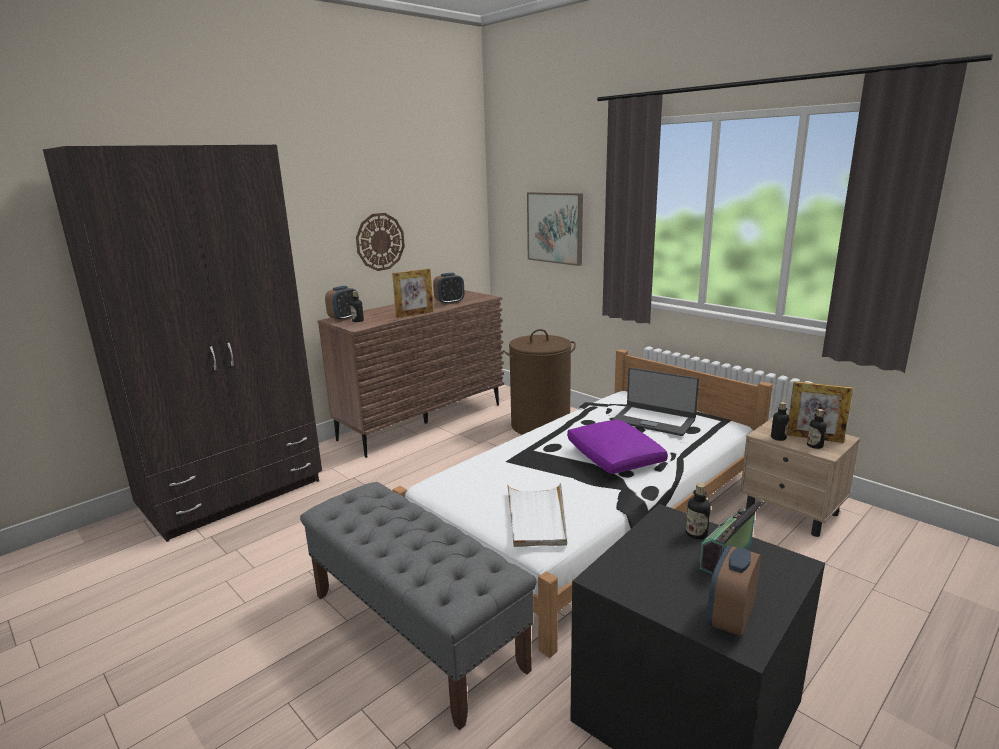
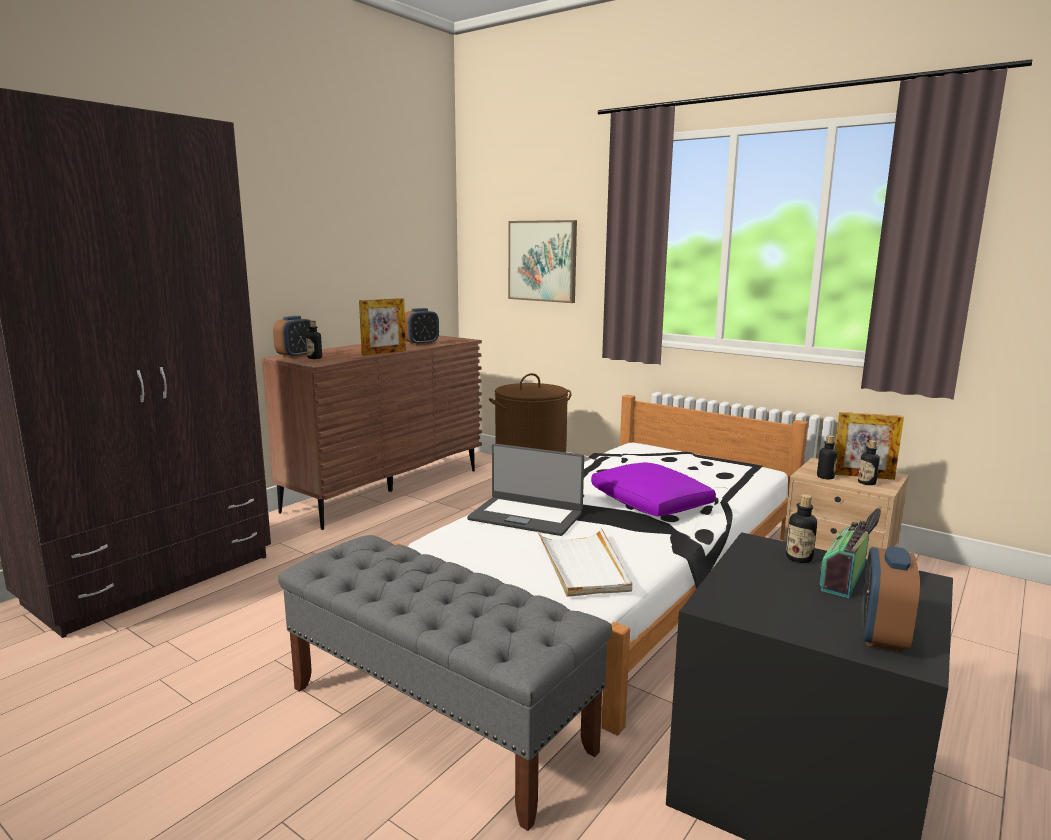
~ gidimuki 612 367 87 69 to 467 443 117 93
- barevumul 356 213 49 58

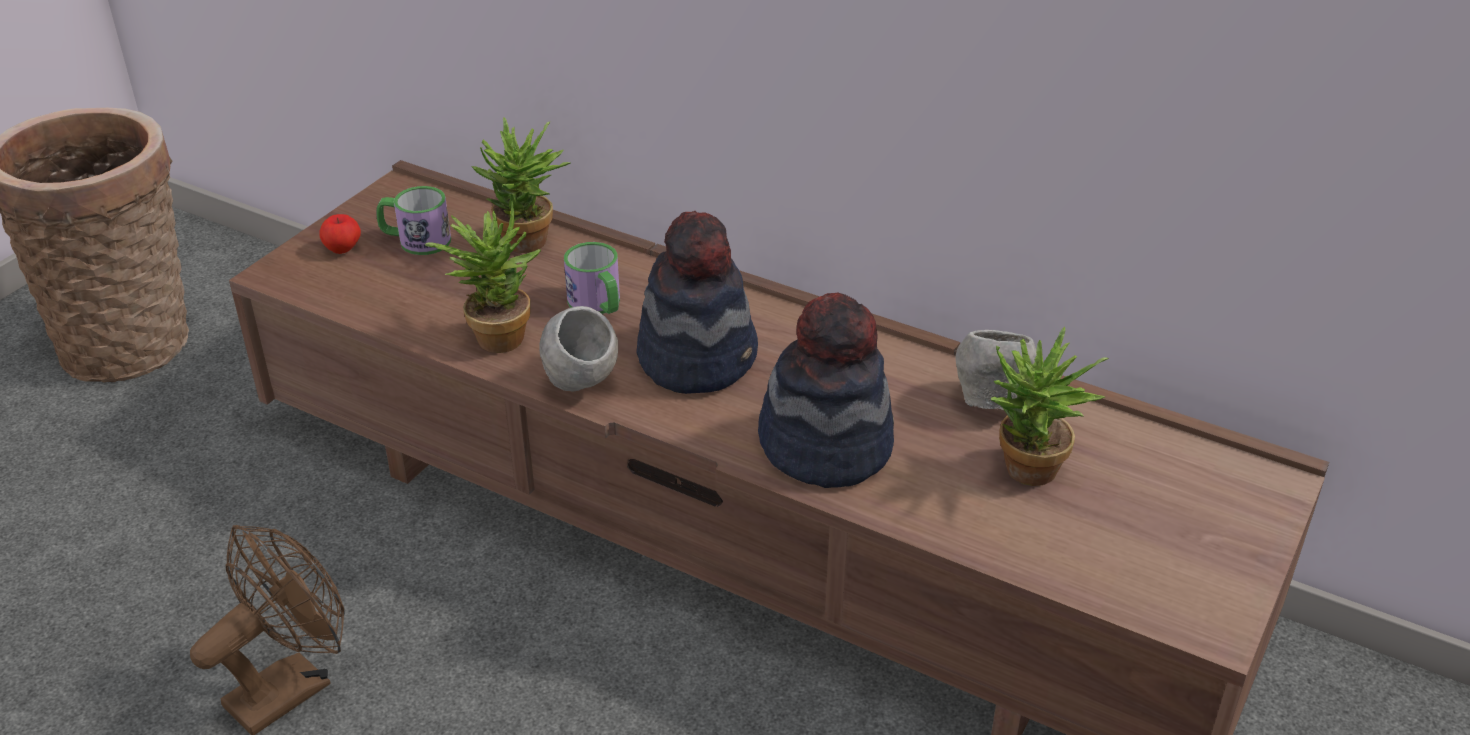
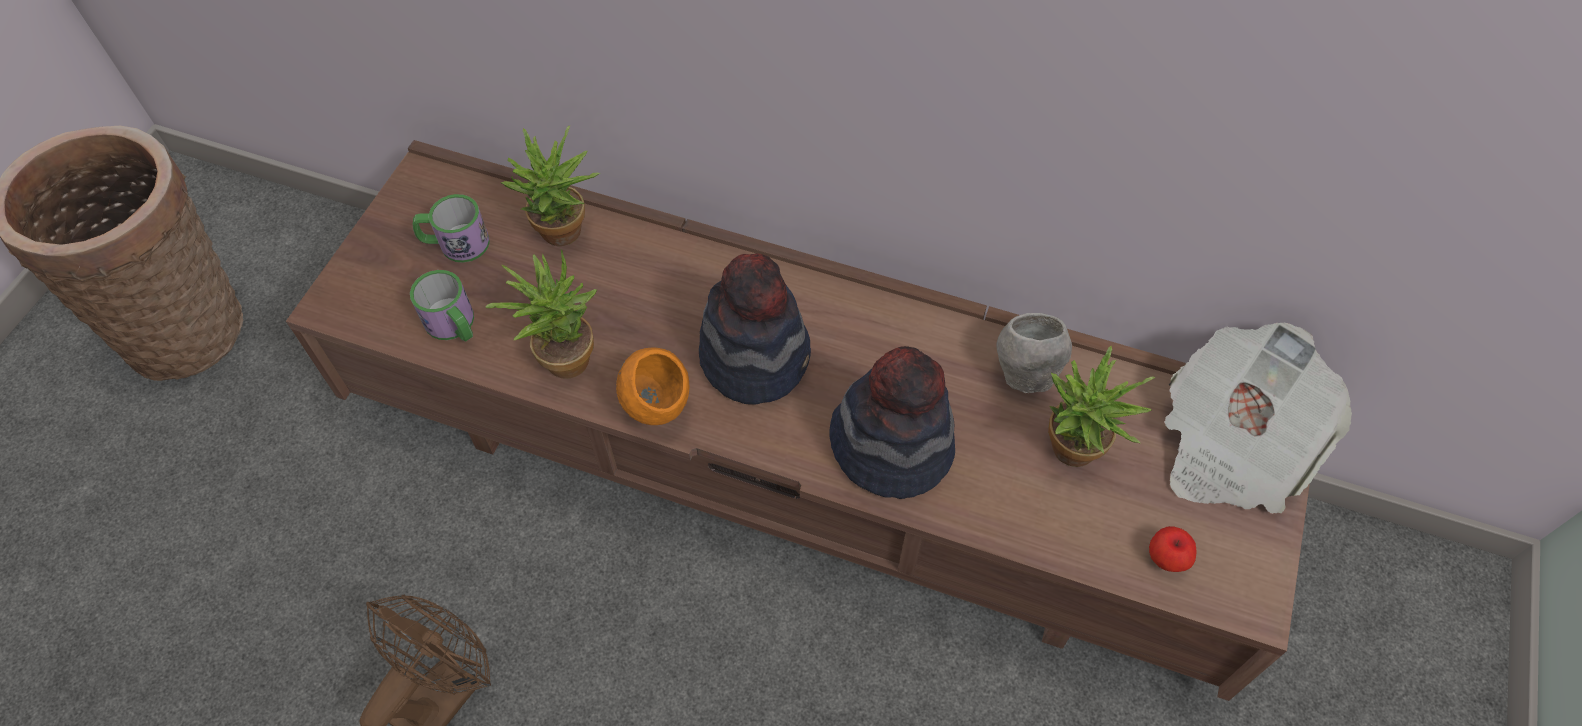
~ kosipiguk 564 242 56 72 to 410 270 64 71
~ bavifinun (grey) 539 306 79 86 to bavifinun (orange) 616 348 73 77
~ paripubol 319 214 42 40 to 1149 526 48 46
+ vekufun 1164 323 188 191

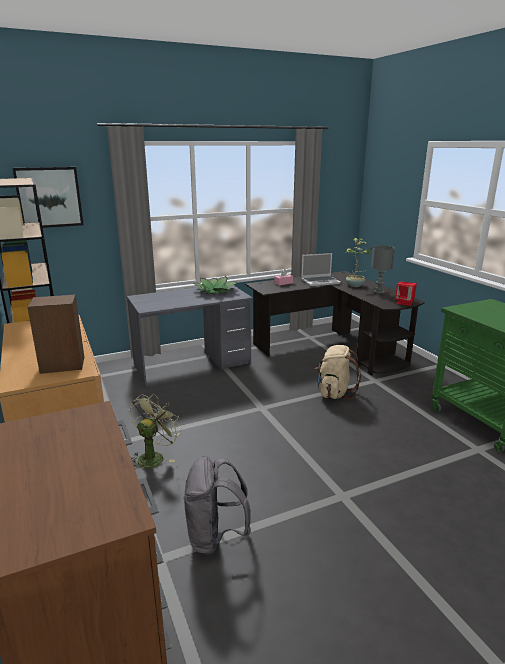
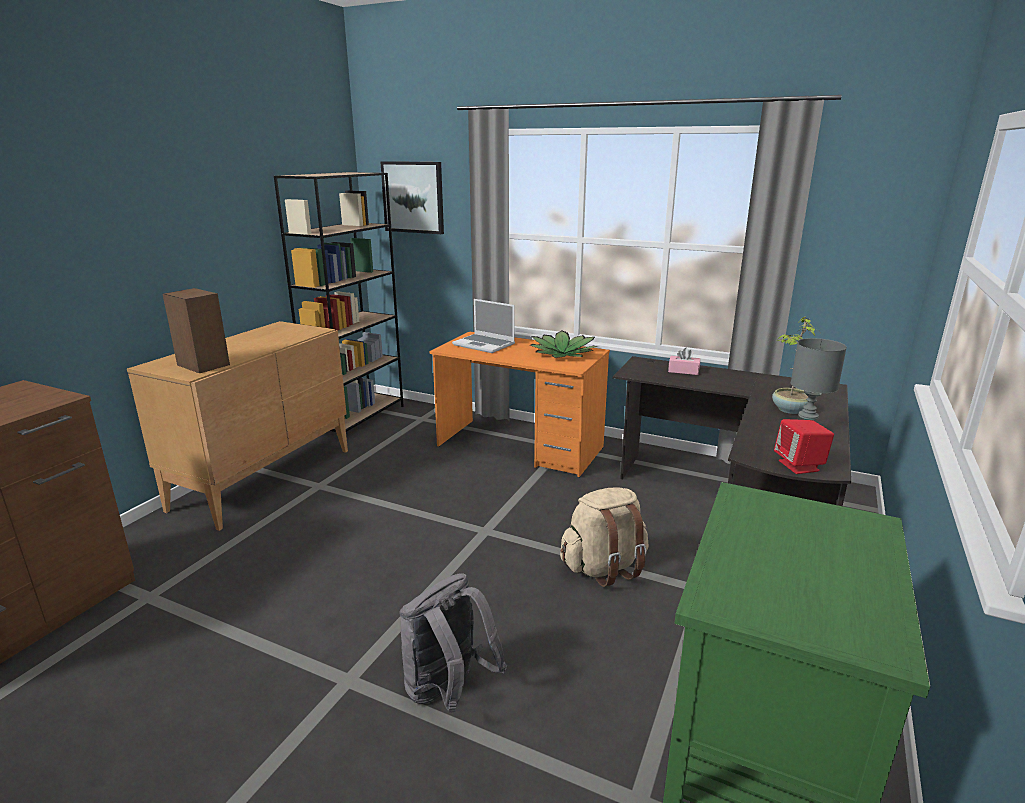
~ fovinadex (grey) 184 456 67 99 to 399 574 108 138
~ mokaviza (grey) 127 284 126 101 to mokaviza (orange) 429 331 181 146
~ gidimuki 301 253 40 33 to 452 299 63 54
- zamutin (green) 129 394 53 75

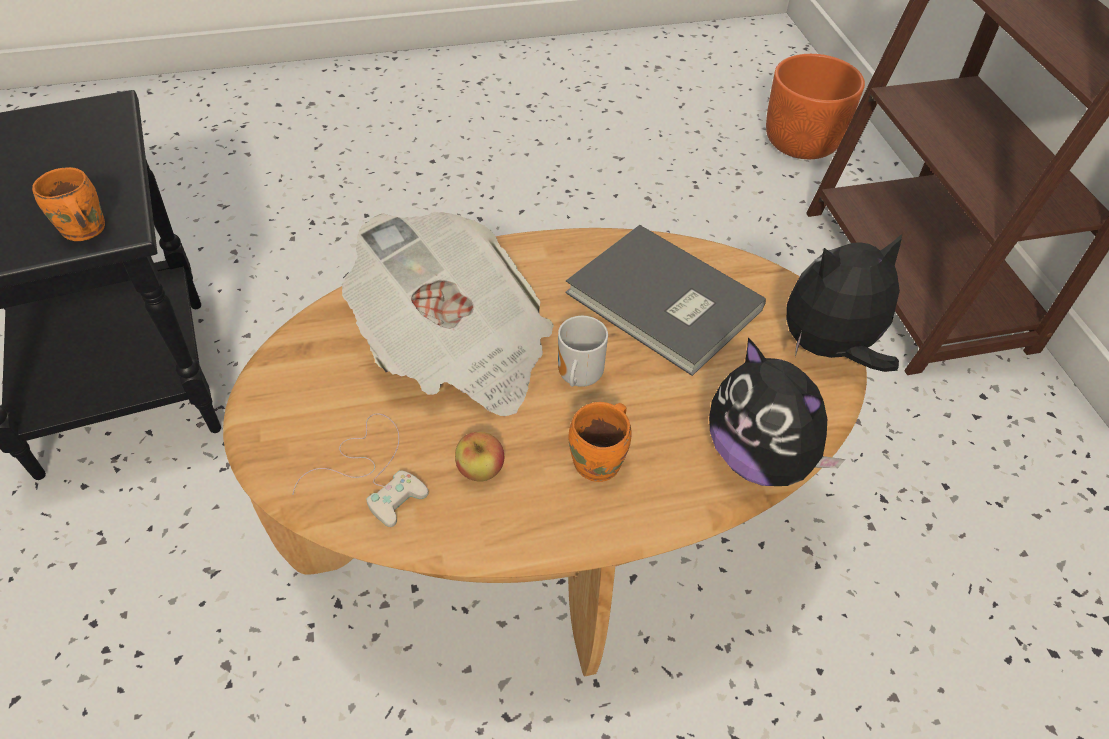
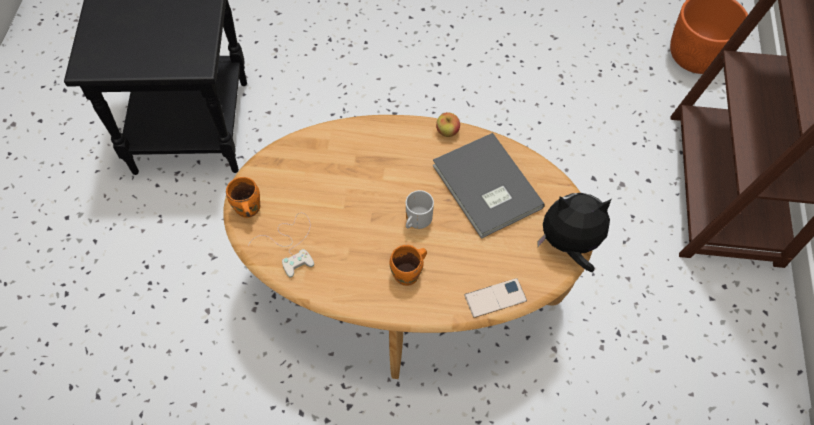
~ kosipiguk (orange) 32 167 73 74 to 226 177 34 41
~ paripubol 455 432 49 50 to 436 112 24 25
~ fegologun 709 337 137 149 to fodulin 464 278 63 40
- vekufun 342 212 212 204

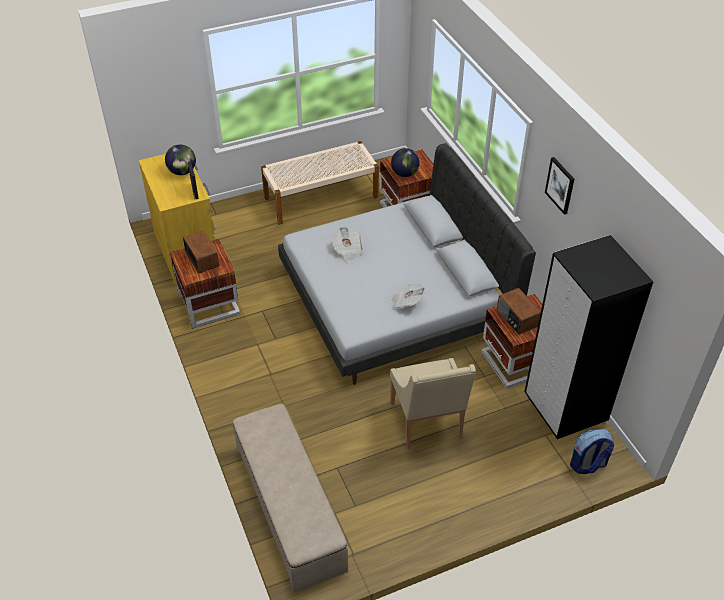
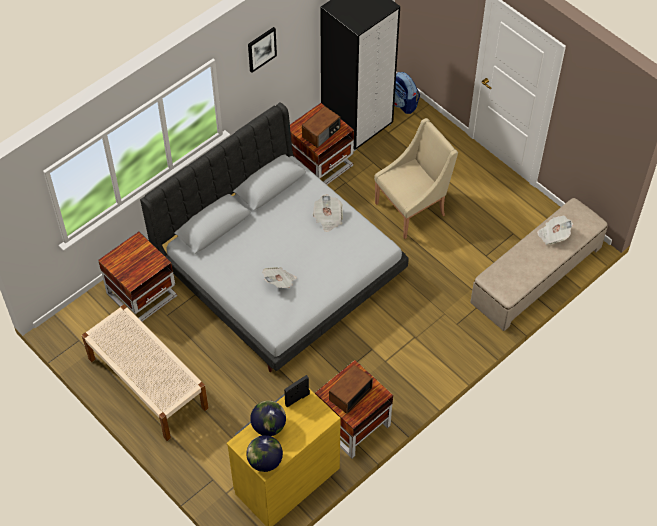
~ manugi 391 148 29 29 to 246 435 37 37
+ vekufun 537 216 36 29

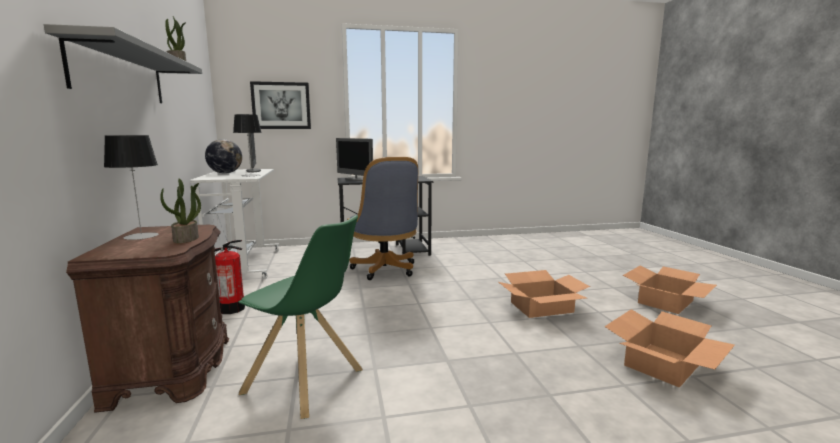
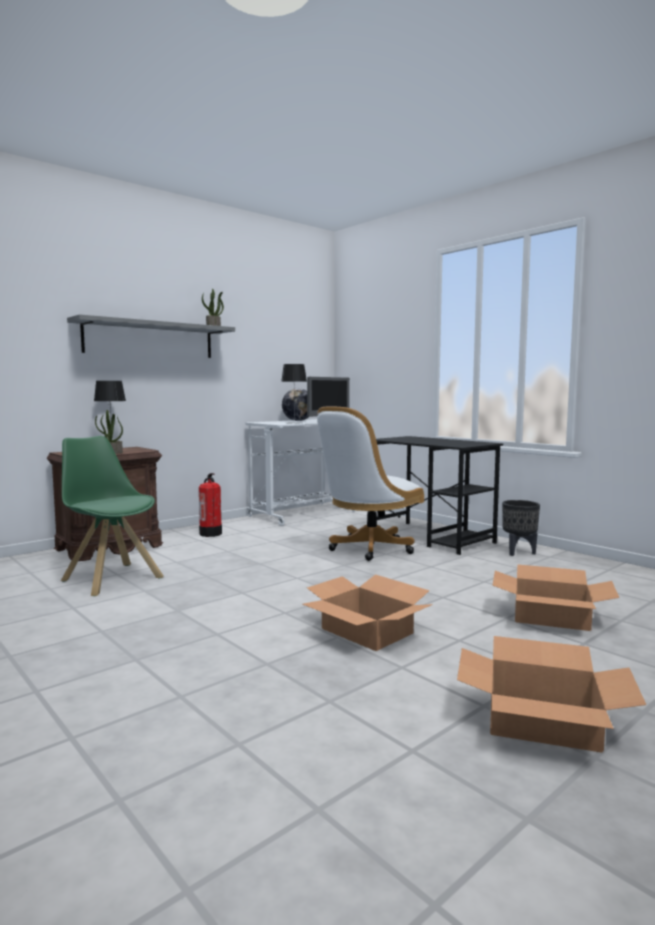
~ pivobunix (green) 239 215 124 204 = 61 436 102 160 135 degrees clockwise
~ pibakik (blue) 347 157 71 123 to pibakik (white) 317 406 107 155
~ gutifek 604 309 131 79 to 492 564 128 67
+ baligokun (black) 502 500 38 56
- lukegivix 250 81 61 48
- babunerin 336 138 37 43

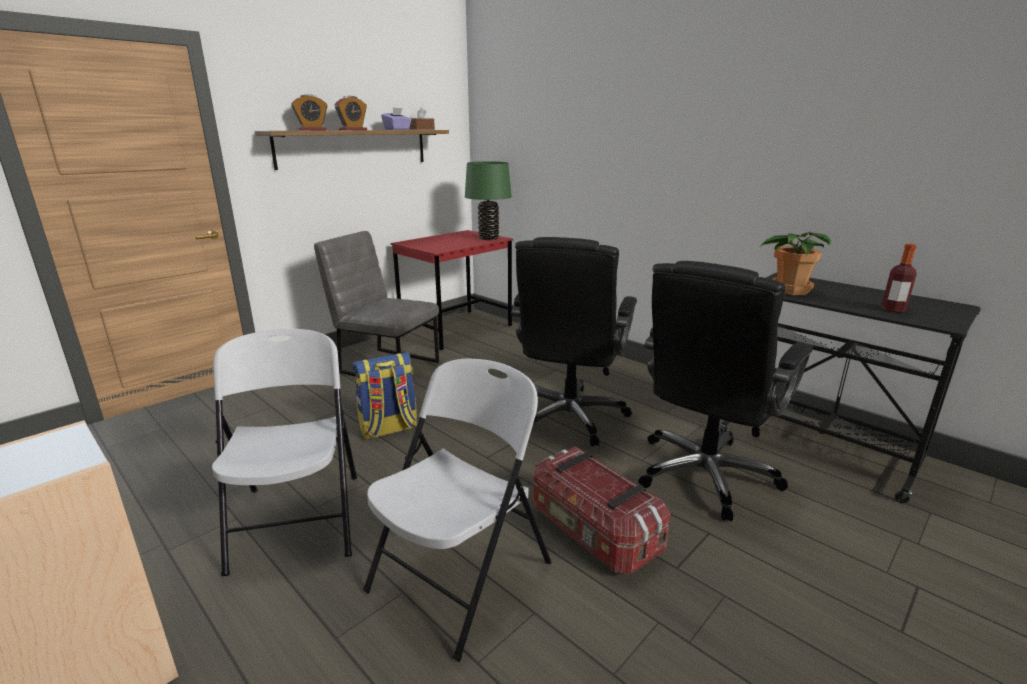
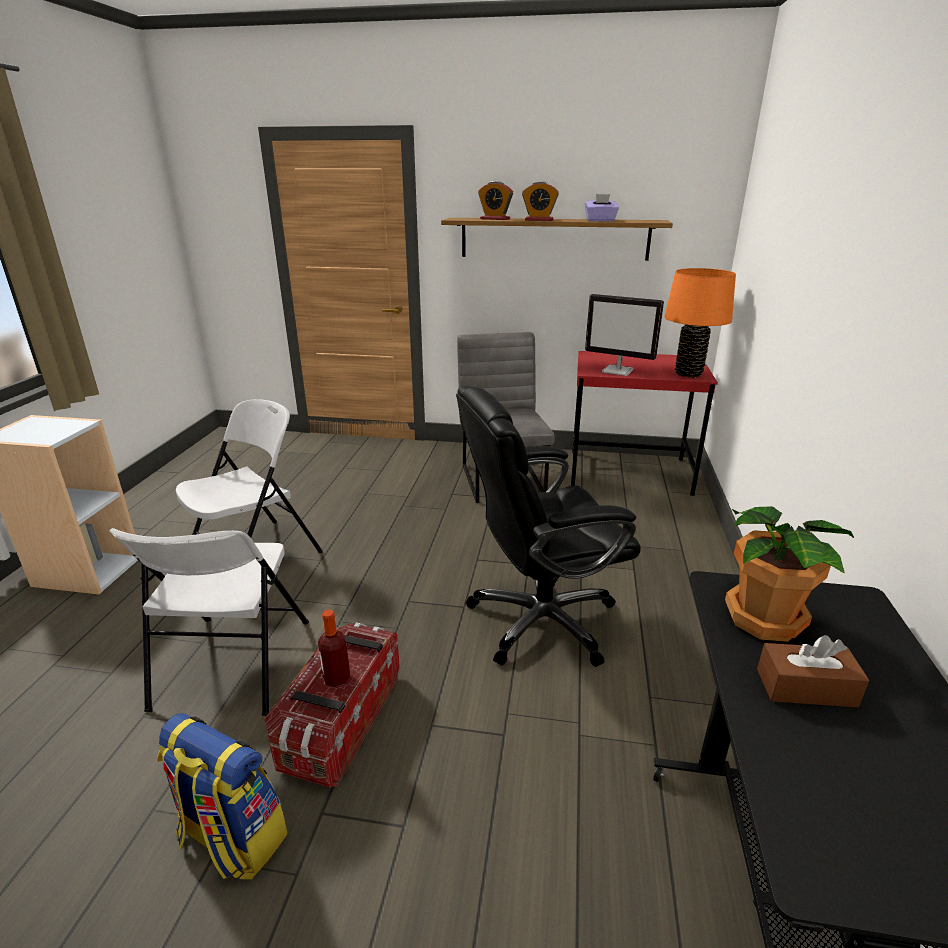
~ pivobunix (white) 363 359 189 303 = 109 528 200 188 90 degrees clockwise
~ fovinadex 352 352 66 88 to 157 713 131 167
~ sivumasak 881 243 36 70 to 318 610 33 78
+ babunerin 585 294 79 82
~ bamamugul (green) 465 161 47 79 to bamamugul (orange) 664 268 72 109
~ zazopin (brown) 409 108 26 22 to 757 635 112 72
- pibakik (black) 638 261 175 260

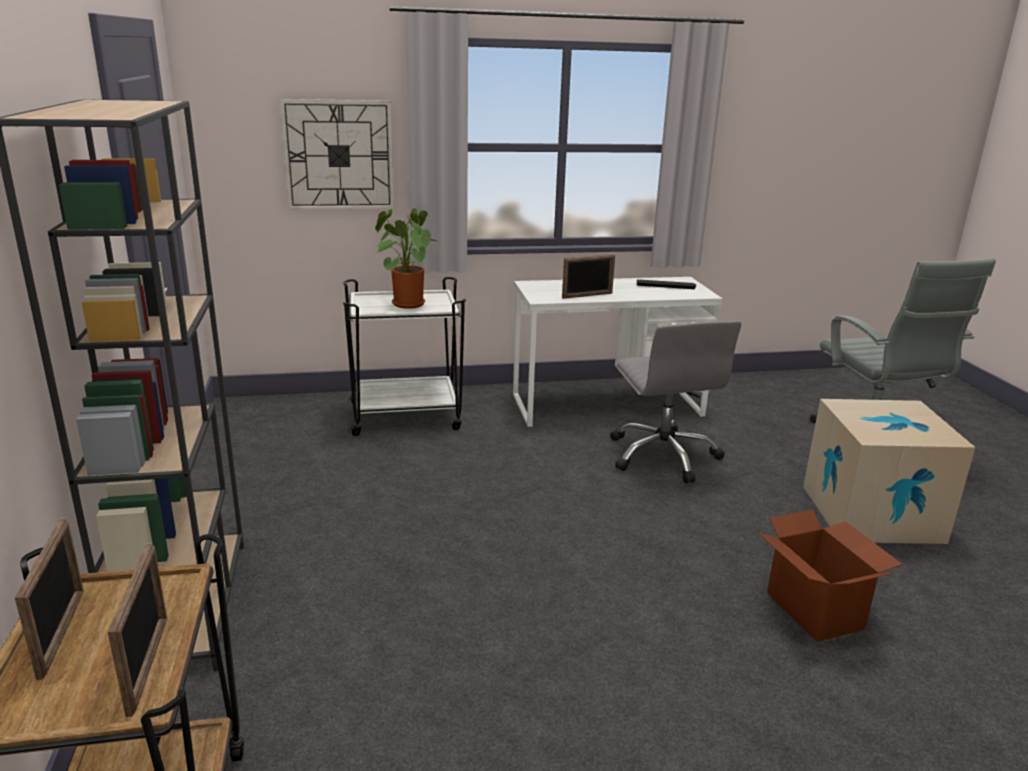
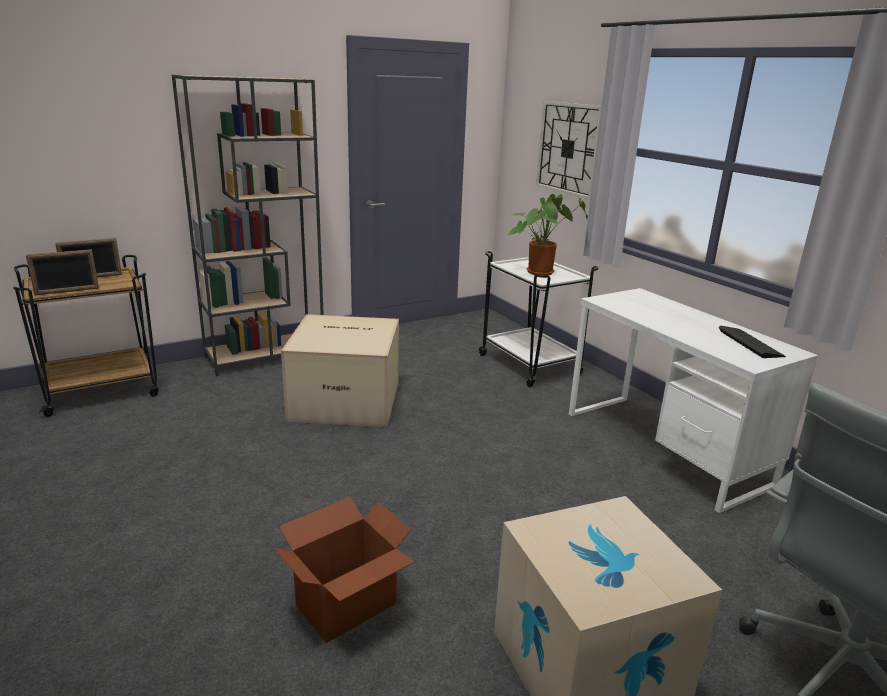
+ gutifek 281 314 118 113
- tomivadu 562 254 53 45
- pibakik (grey) 610 320 131 163

